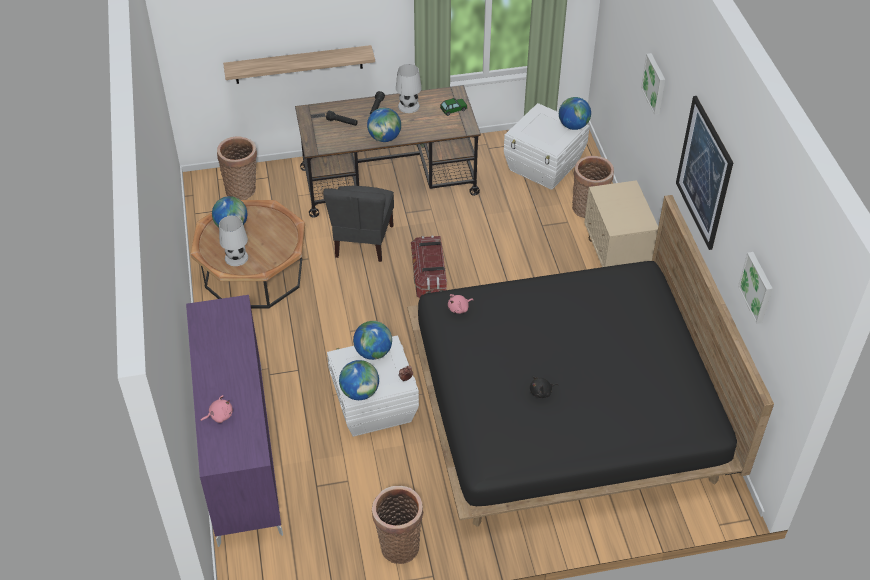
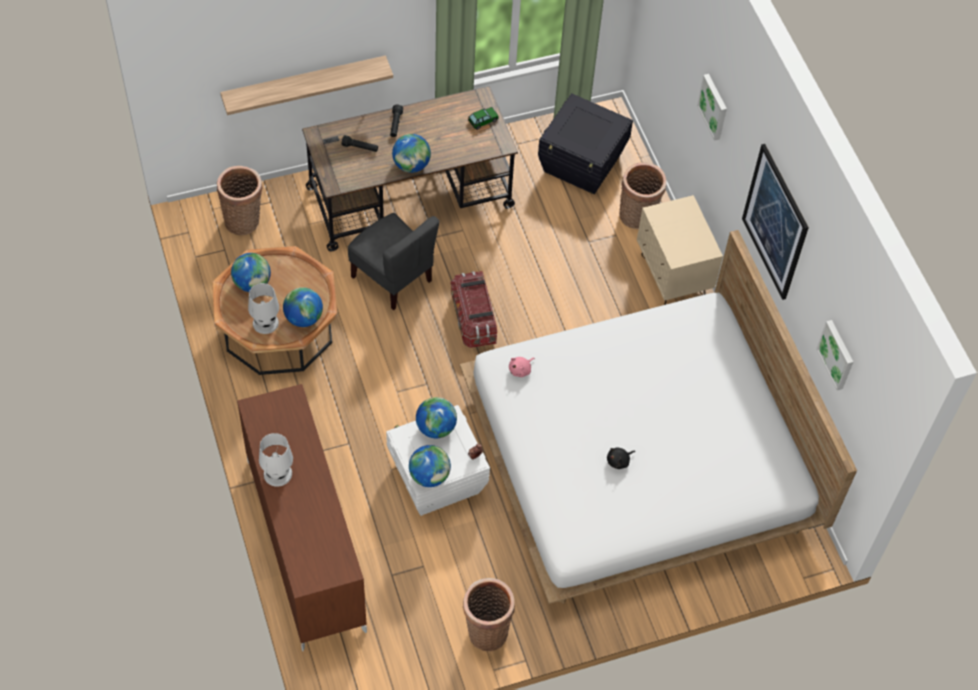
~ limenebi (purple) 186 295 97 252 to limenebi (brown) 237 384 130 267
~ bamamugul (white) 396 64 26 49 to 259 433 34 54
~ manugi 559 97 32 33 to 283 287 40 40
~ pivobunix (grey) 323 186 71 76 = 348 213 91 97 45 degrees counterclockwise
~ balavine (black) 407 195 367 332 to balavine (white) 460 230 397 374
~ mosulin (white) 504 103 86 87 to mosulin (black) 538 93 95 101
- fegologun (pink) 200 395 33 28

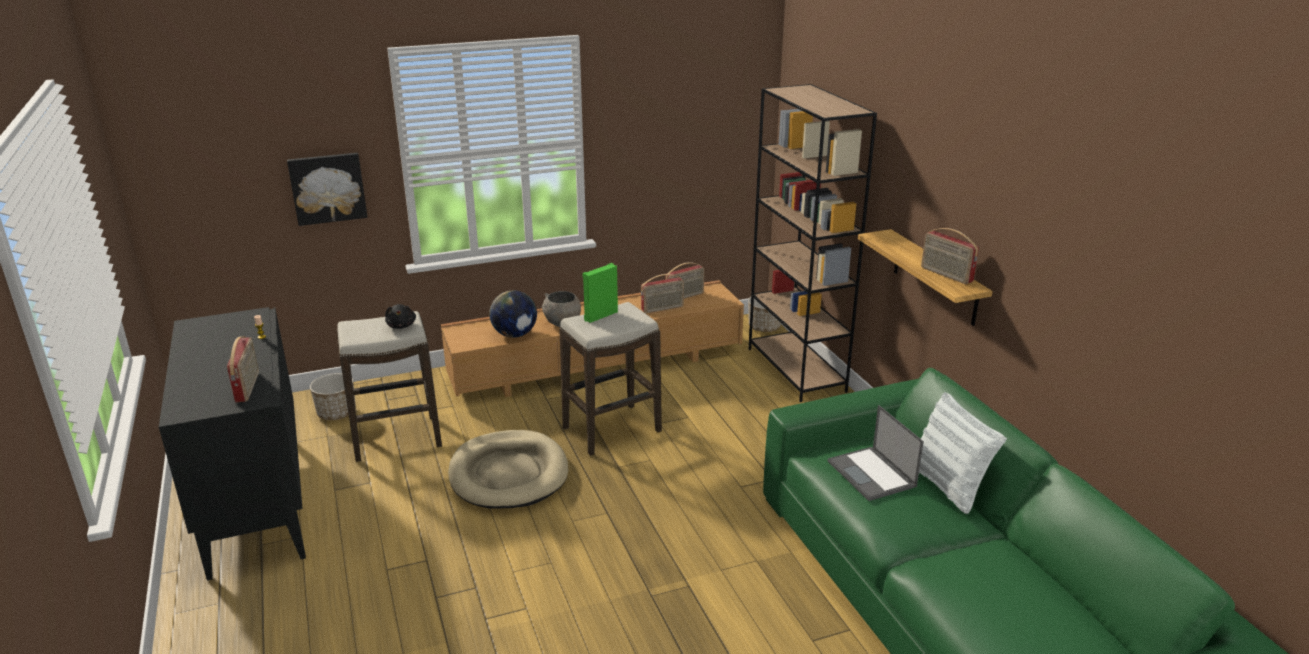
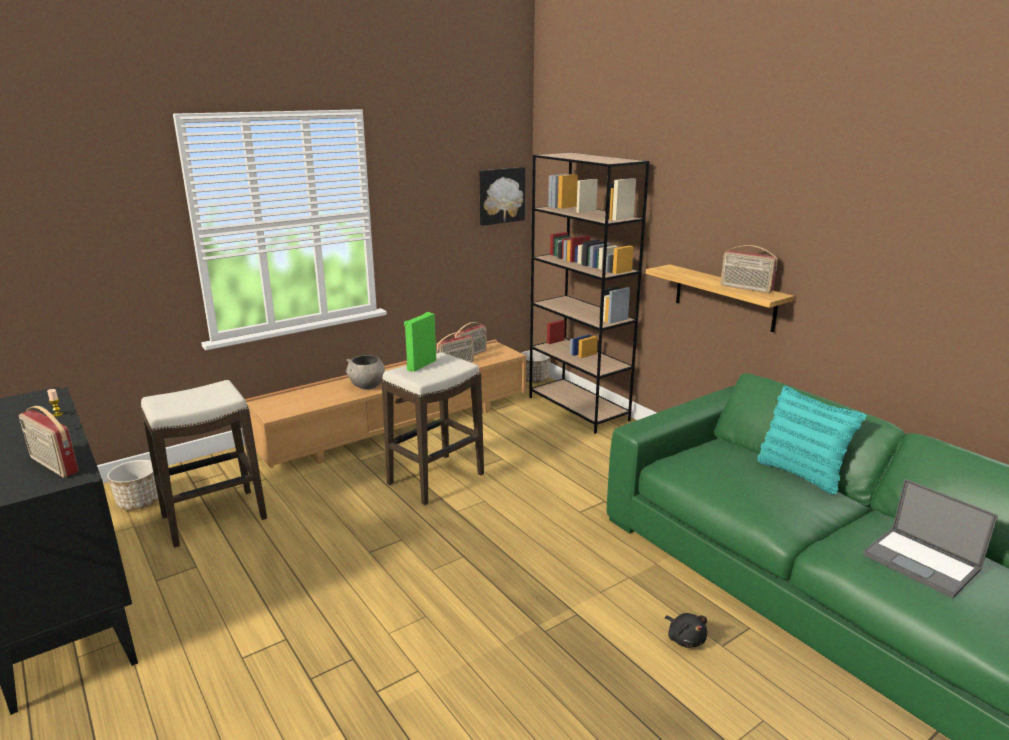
~ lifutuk 227 336 32 66 = 19 406 60 72 150 degrees clockwise
~ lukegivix 287 153 80 73 to 480 167 45 59
~ fegologun (black) 385 304 31 25 to 665 613 42 35
~ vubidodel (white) 919 392 88 122 to vubidodel (turquoise) 757 386 110 109
~ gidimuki 828 405 96 96 to 862 479 136 119
- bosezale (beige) 448 430 120 78
- manugi 489 290 48 48

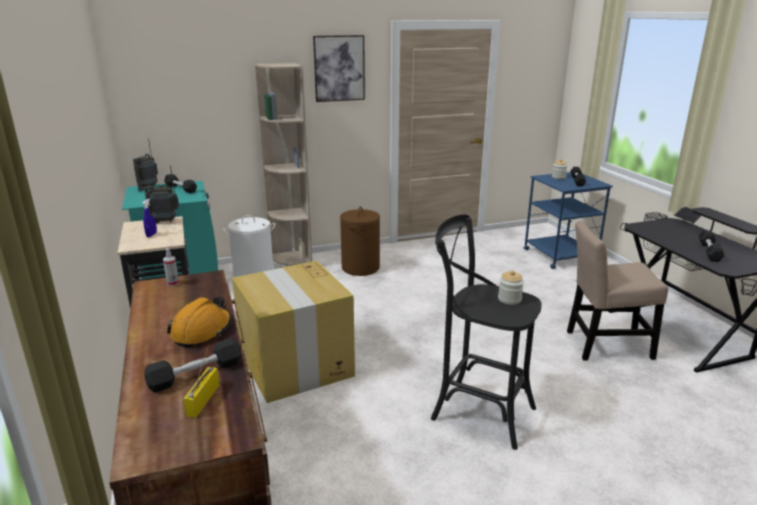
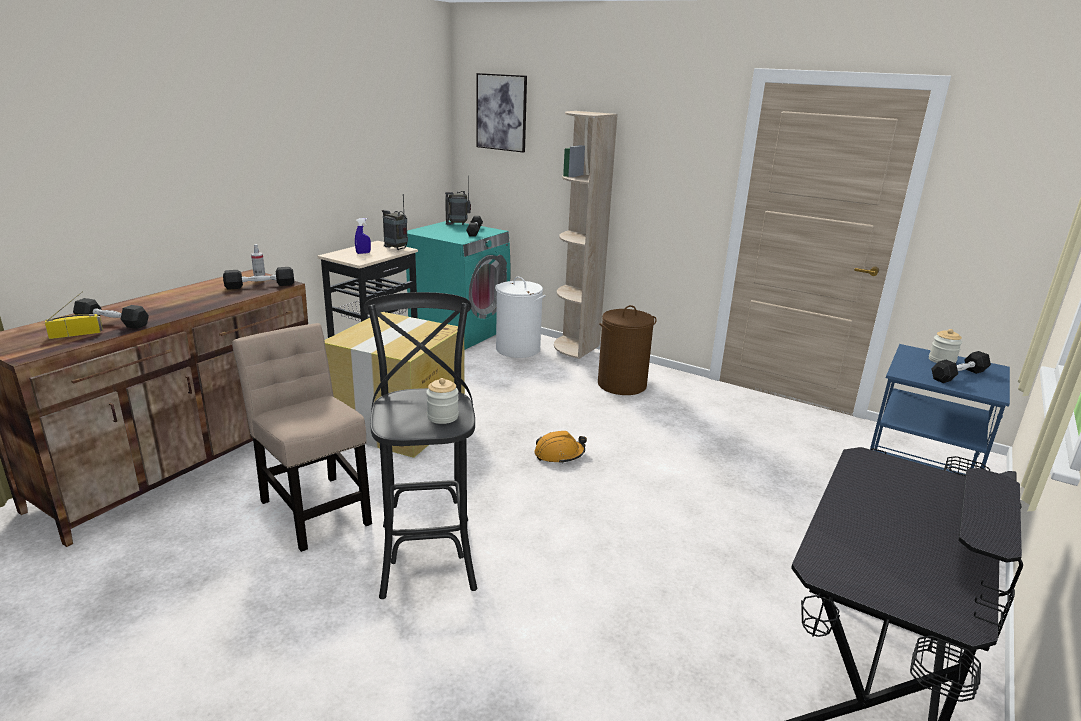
~ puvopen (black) 699 230 26 32 to 223 267 71 23
~ pivobunix (beige) 567 221 101 140 to 232 323 140 229
~ lukegivix 313 35 52 67 to 477 73 50 80
~ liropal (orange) 167 296 64 51 to 534 431 53 33

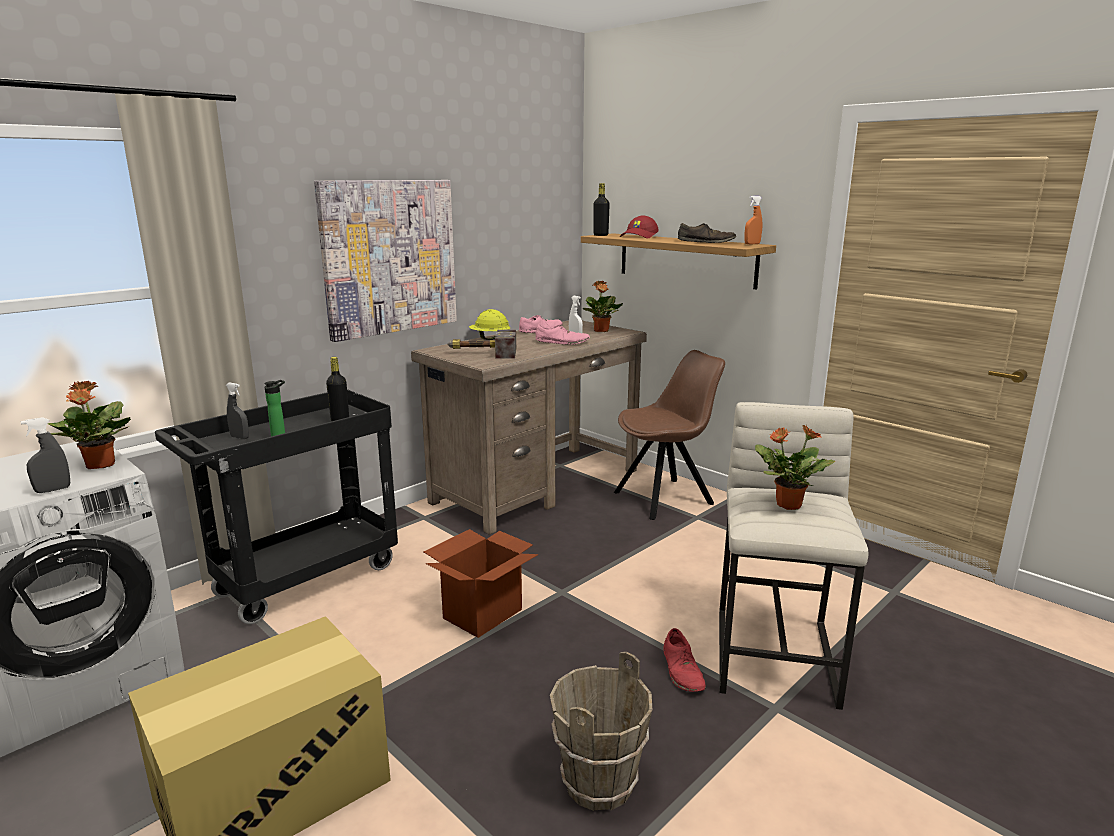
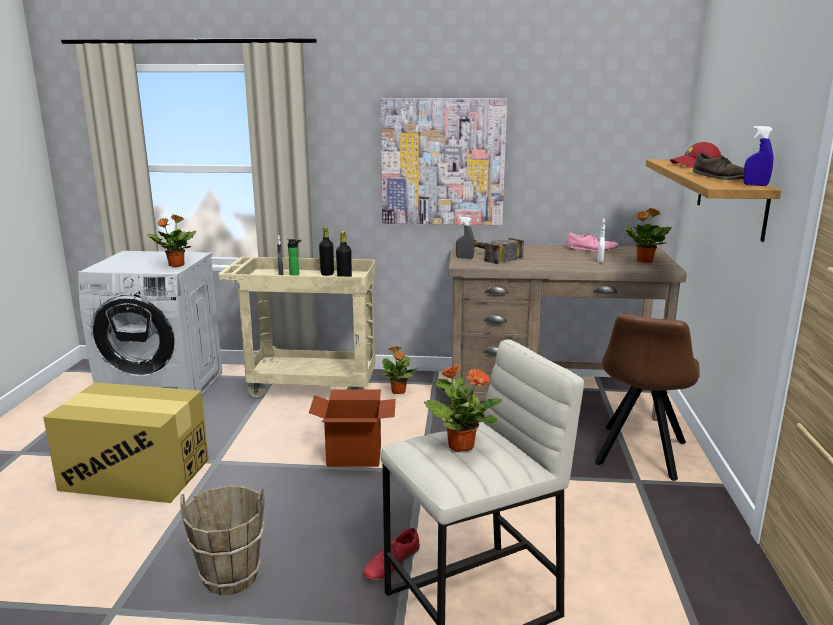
~ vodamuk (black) 155 389 243 235 to vodamuk (beige) 218 257 157 142
~ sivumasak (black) 594 183 16 53 to 319 227 15 49
+ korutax 381 346 38 48
~ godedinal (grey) 20 417 50 76 to 456 216 19 43
~ pivobunix (brown) 614 350 111 170 = 595 313 105 168 90 degrees clockwise
~ godedinal (orange) 744 196 18 48 to godedinal (blue) 743 126 30 60
- liropal (yellow) 469 309 41 31
- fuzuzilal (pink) 535 324 55 21

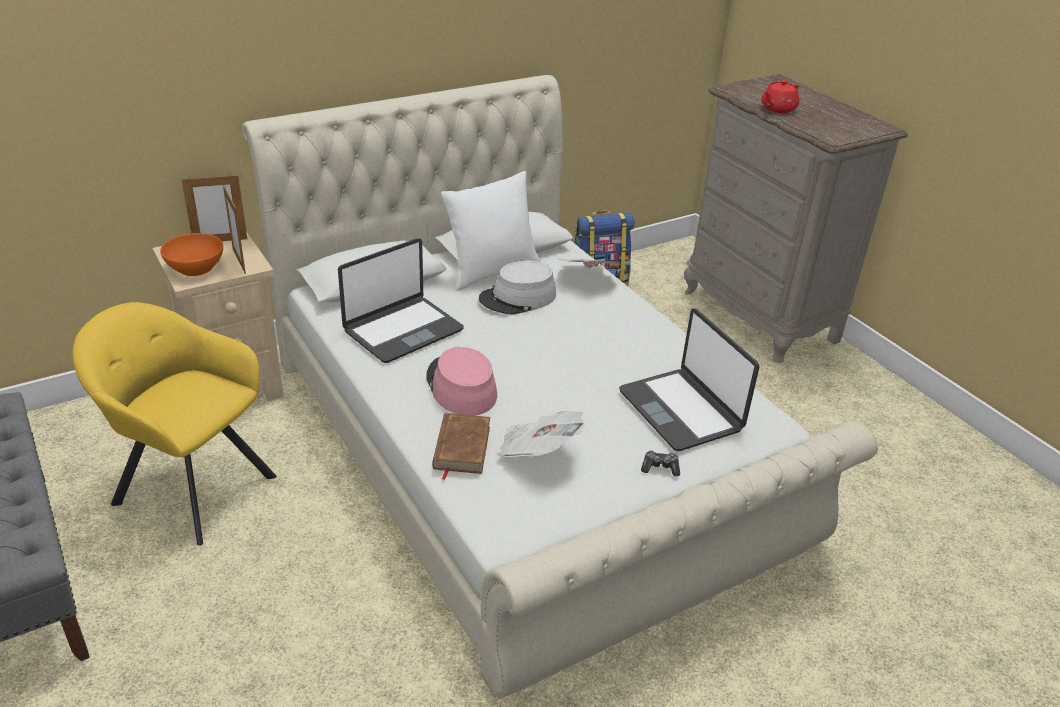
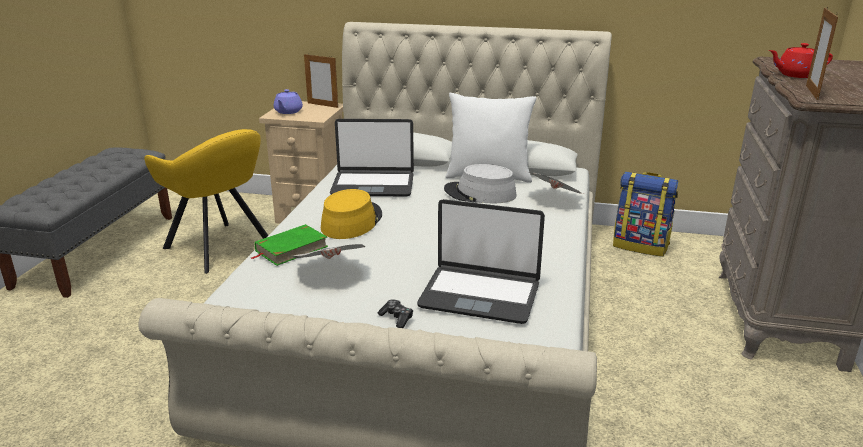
~ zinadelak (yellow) 73 302 204 244 = 144 129 124 145 150 degrees clockwise
~ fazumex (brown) 432 413 58 67 to fazumex (green) 252 224 76 42
~ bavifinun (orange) 160 233 63 43 to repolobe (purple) 274 89 29 25
~ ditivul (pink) 426 347 71 69 to ditivul (yellow) 321 189 61 50
~ gidimuki 619 308 140 143 = 417 199 128 125 90 degrees counterclockwise
~ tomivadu 223 185 23 89 to 806 6 32 94

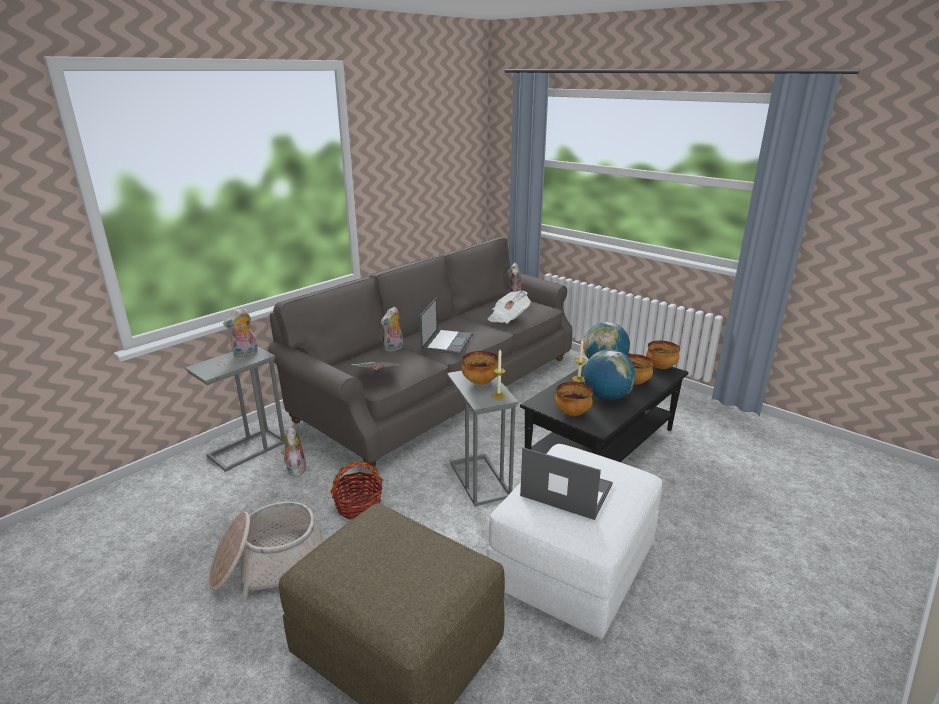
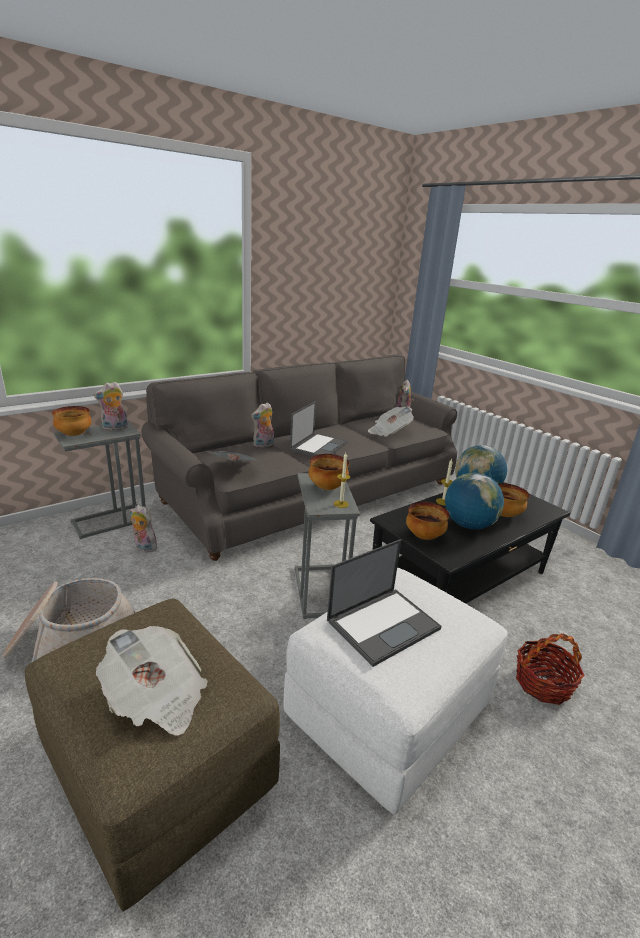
~ bavifinun 646 341 34 28 to 52 406 39 30
+ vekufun 96 626 112 110
~ fegologun 281 426 25 51 = 130 505 28 48 60 degrees counterclockwise
~ gidimuki 520 448 93 72 = 327 539 115 128 105 degrees clockwise
~ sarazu 330 461 53 58 to 516 633 69 72

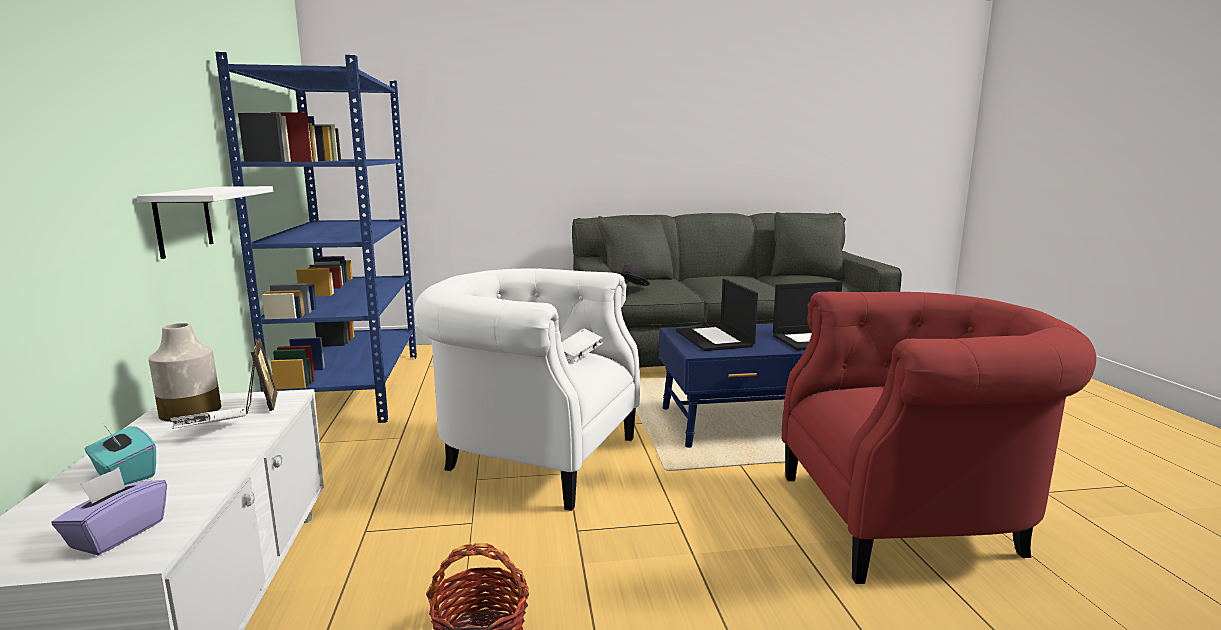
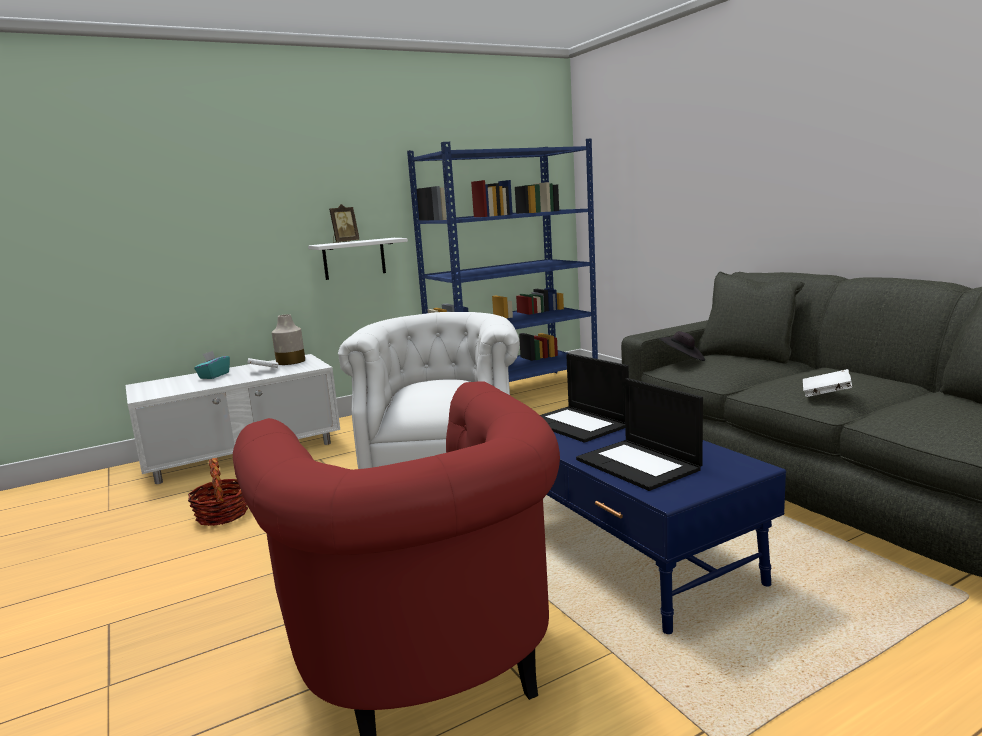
~ tomivadu 246 338 32 76 to 329 204 30 39
~ gidimuki 676 279 82 72 = 540 353 89 90 90 degrees counterclockwise
~ fazumex (white) 562 328 41 34 to 803 369 49 28
- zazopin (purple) 51 467 116 88

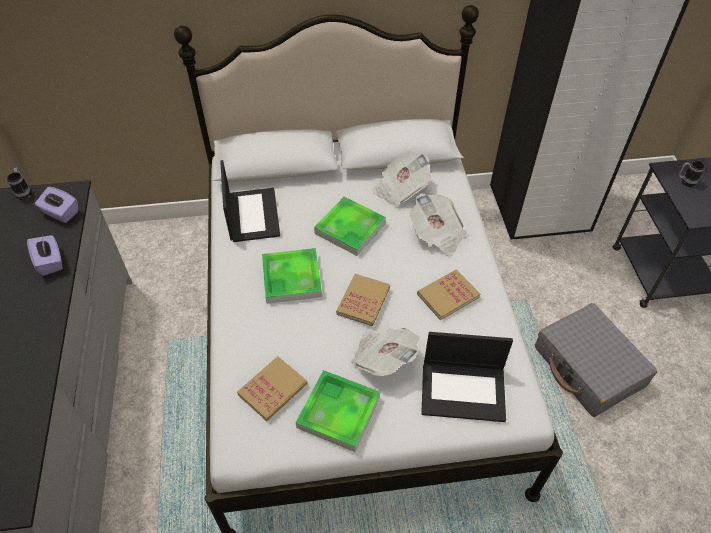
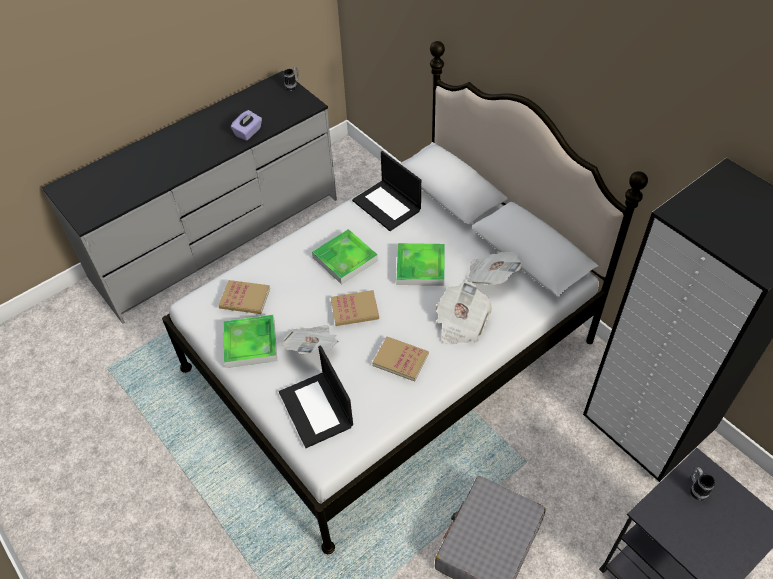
~ gidimuki 220 160 60 82 = 352 151 69 80 90 degrees clockwise
- zazopin (purple) 35 187 43 36

